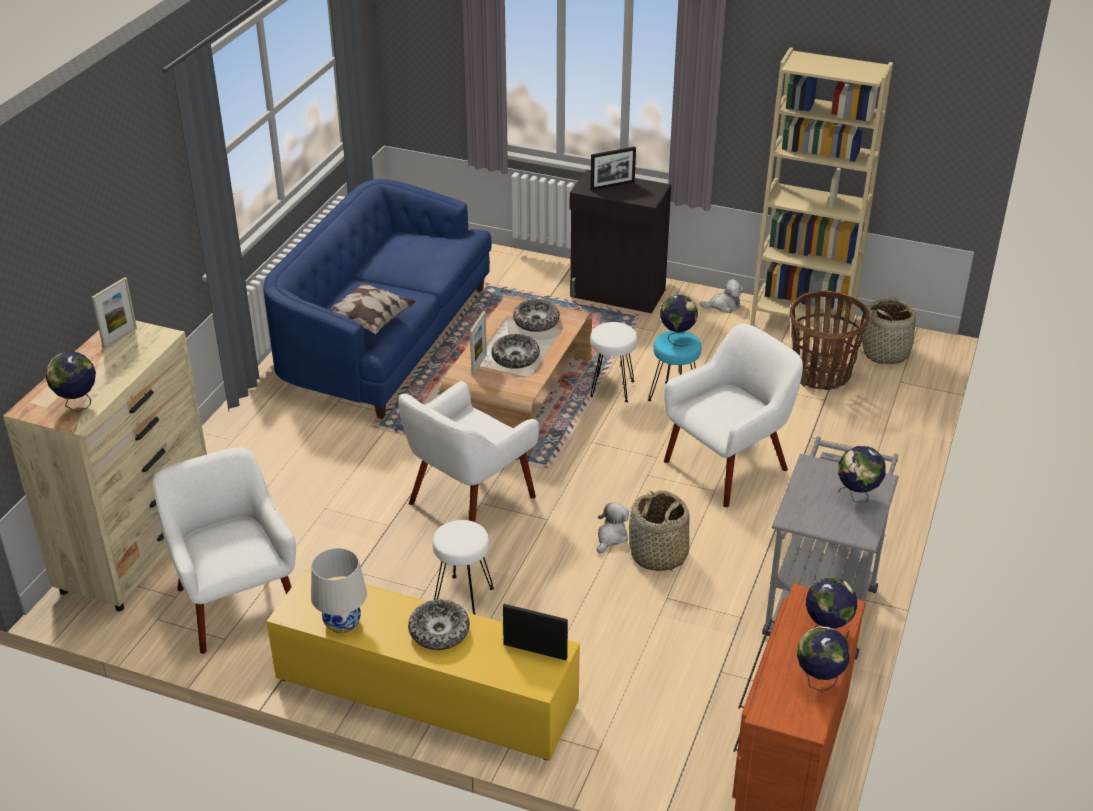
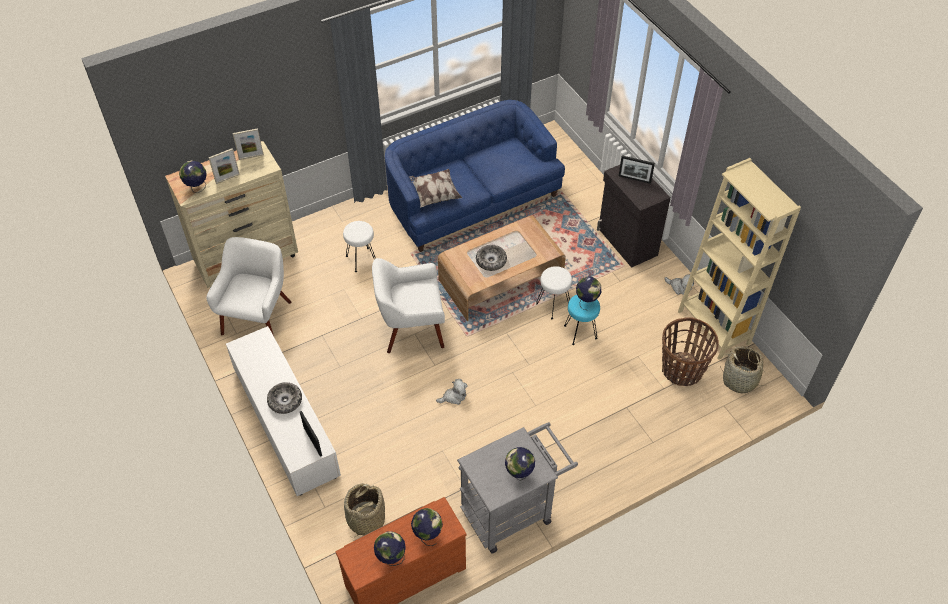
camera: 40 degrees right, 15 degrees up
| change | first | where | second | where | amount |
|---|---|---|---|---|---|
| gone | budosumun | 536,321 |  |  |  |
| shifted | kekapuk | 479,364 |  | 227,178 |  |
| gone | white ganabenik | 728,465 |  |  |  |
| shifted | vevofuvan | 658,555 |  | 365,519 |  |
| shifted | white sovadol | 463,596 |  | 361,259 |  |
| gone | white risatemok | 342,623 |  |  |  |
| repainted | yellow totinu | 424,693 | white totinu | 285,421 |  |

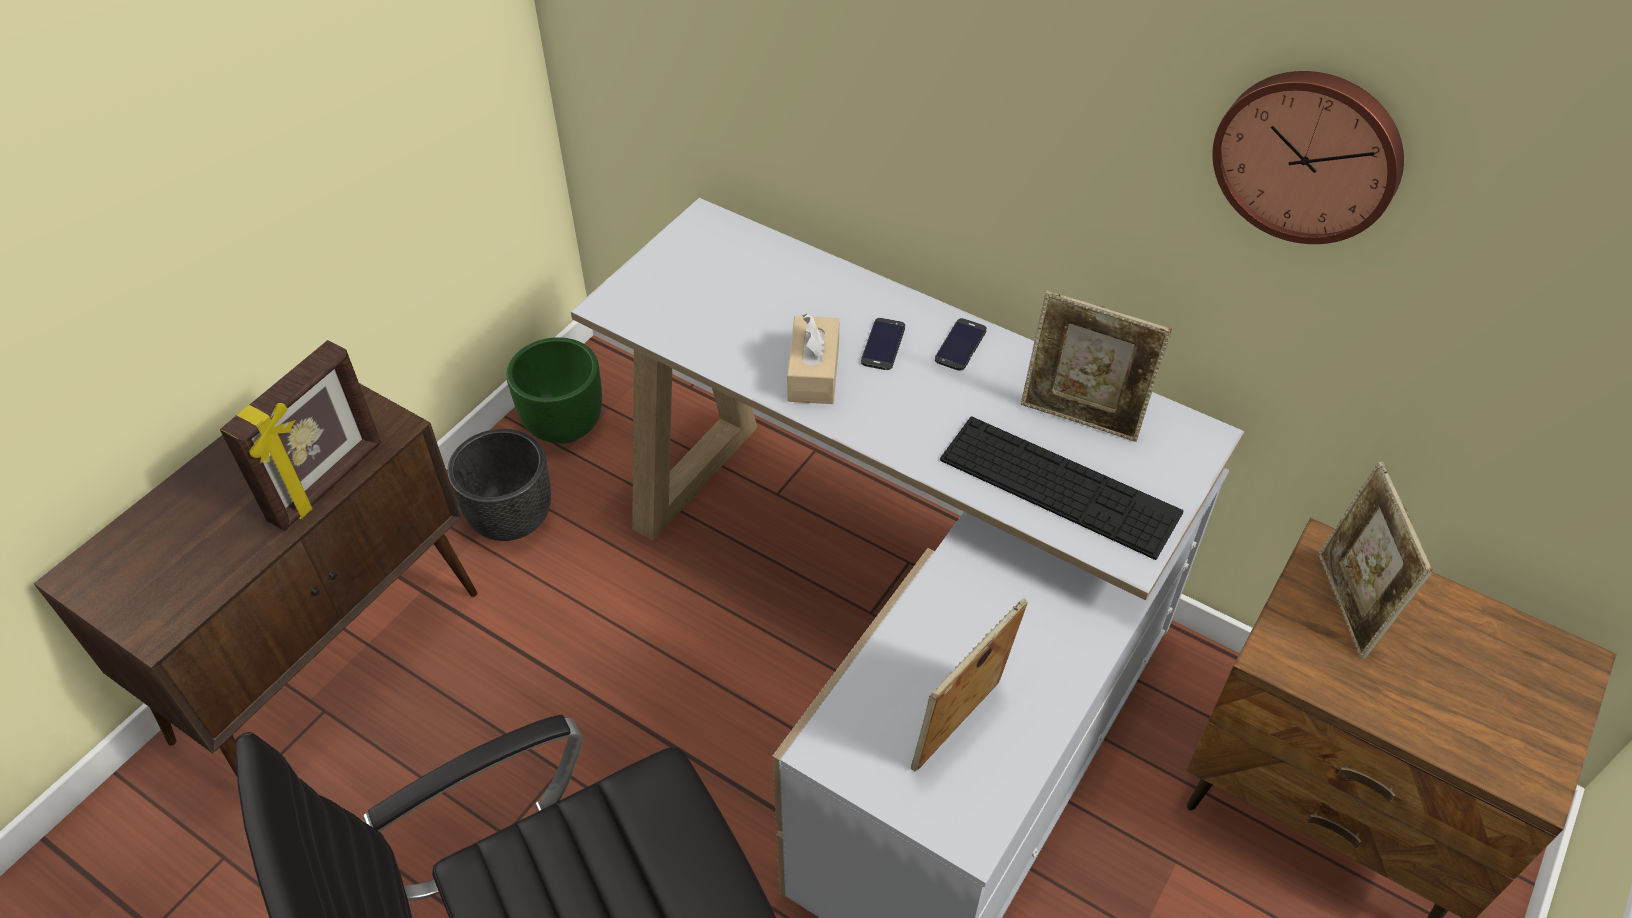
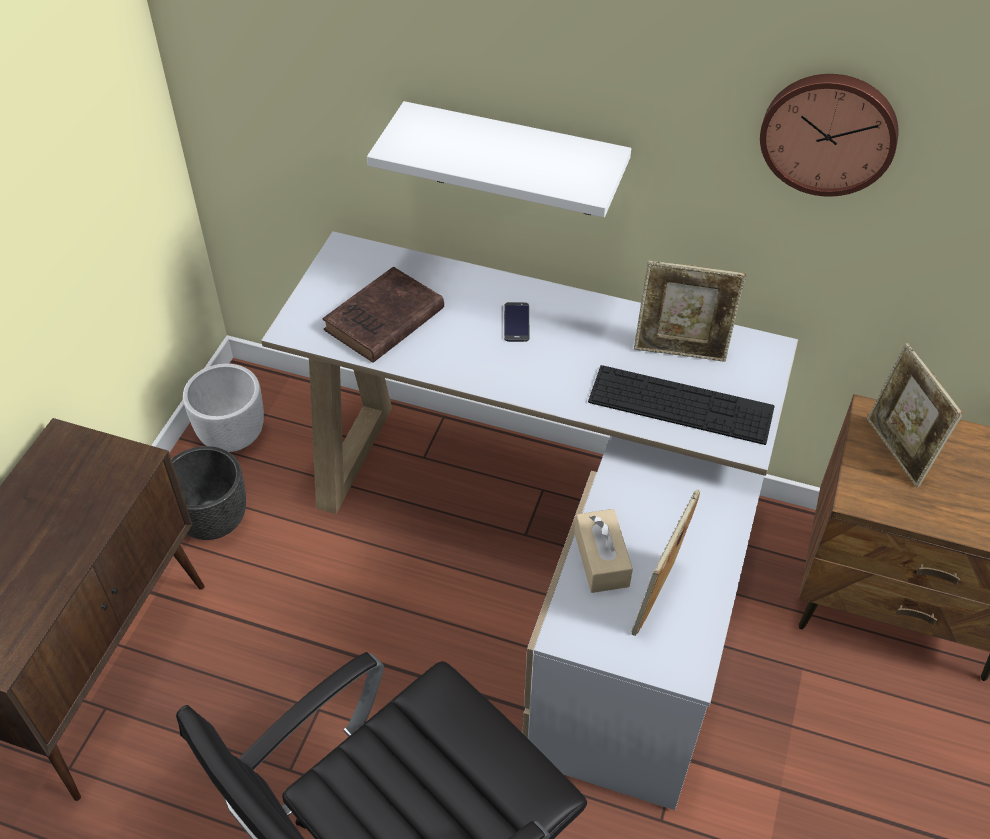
camera: 15 degrees left, 0 degrees up
| change | first | where | second | where | amount |
|---|---|---|---|---|---|
| shifted | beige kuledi | 813,372 |  | 601,559 |  |
| gone | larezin | 961,345 |  |  |  |
| repainted | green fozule | 565,426 | white fozule | 233,436 |  |
| gone | kekapuk | 328,483 |  |  |  |
| new |  |  | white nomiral | 514,161 |  |
| new |  |  | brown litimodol | 382,321 |  |

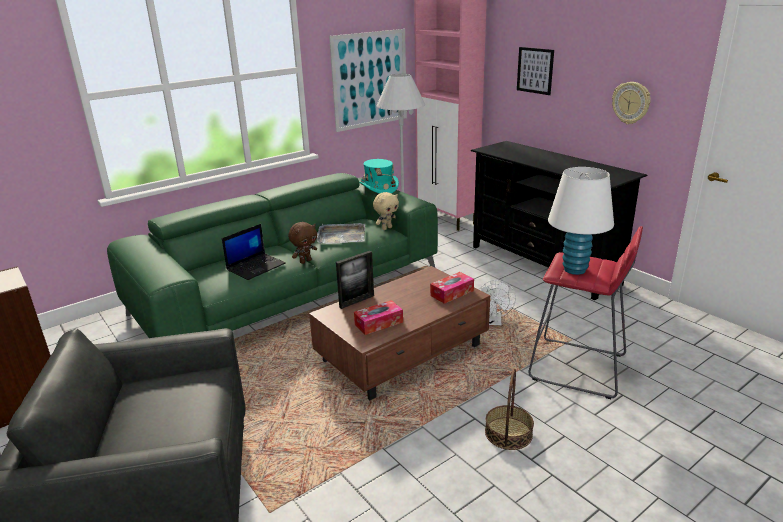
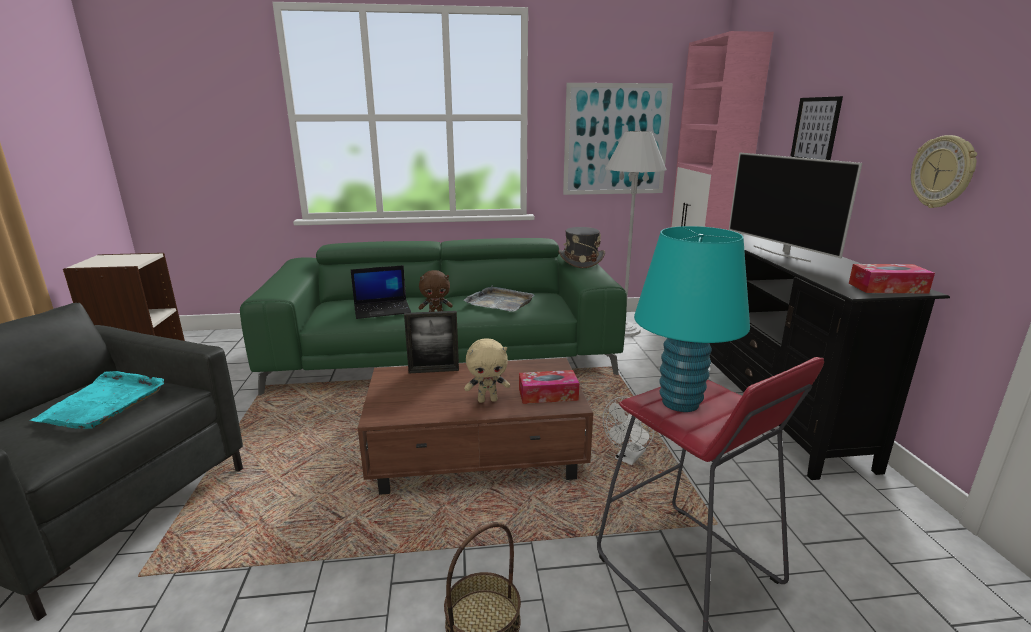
camera: 30 degrees right, 5 degrees down
| change | first | where | second | where | amount |
|---|---|---|---|---|---|
| repainted | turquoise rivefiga | 378,188 | grey rivefiga | 581,261 |  |
| repainted | white risatemok | 575,270 | turquoise risatemok | 680,403 |  |
| shifted | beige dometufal | 386,228 |  | 487,400 |  |
| shifted | kuledi | 378,323 |  | 887,288 |  |
| new |  |  | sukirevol | 781,253 |  |
| new |  |  | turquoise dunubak | 104,403 |  |

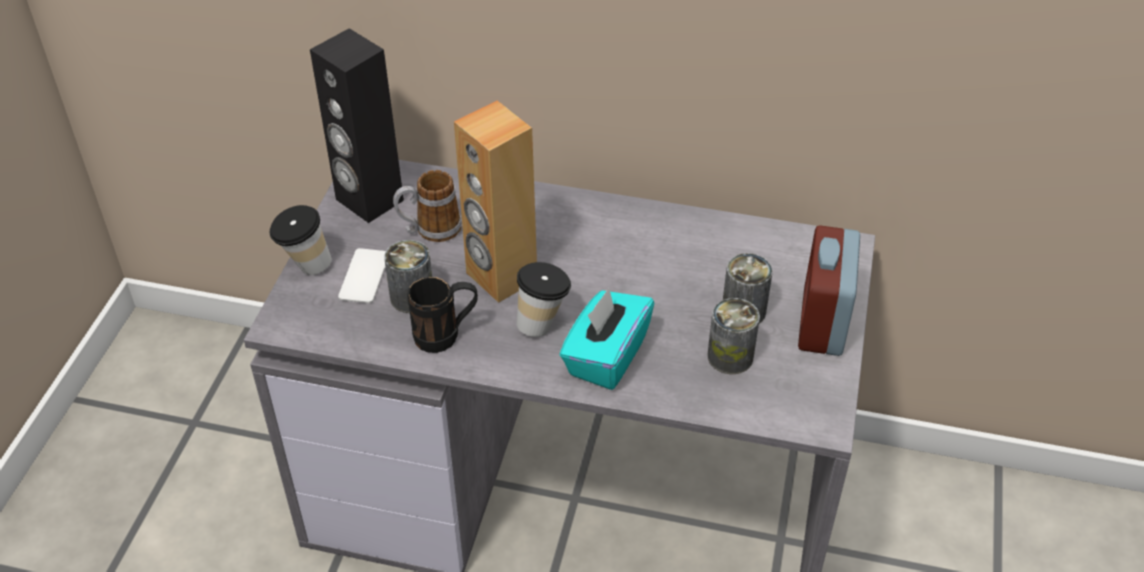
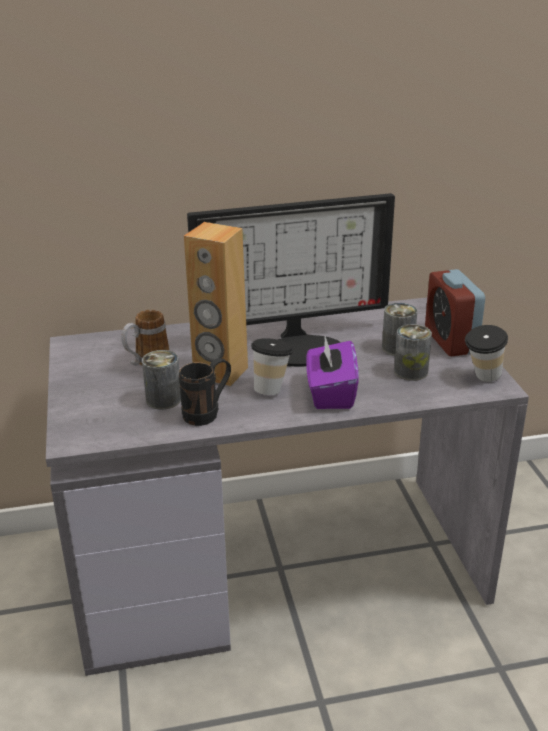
camera: 25 degrees left, 15 degrees down
| change | first | where | second | where | amount |
|---|---|---|---|---|---|
| gone | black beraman | 369,200 |  |  |  |
| shifted | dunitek | 305,267 |  | 482,378 |  |
| gone | larezin | 364,276 |  |  |  |
| repainted | turquoise kuledi | 606,357 | purple kuledi | 330,393 |  |
| new |  |  | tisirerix | 300,346 |  |

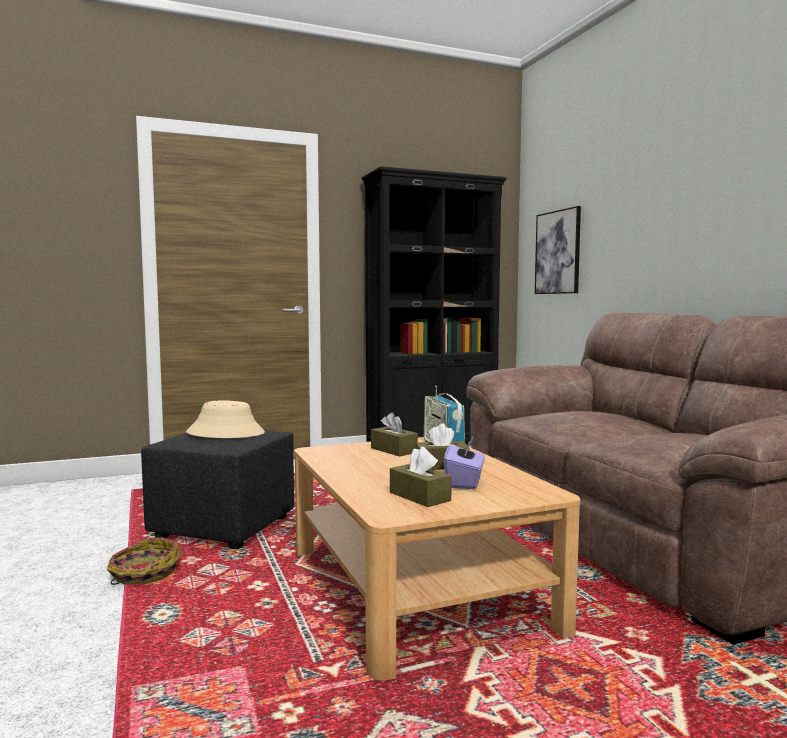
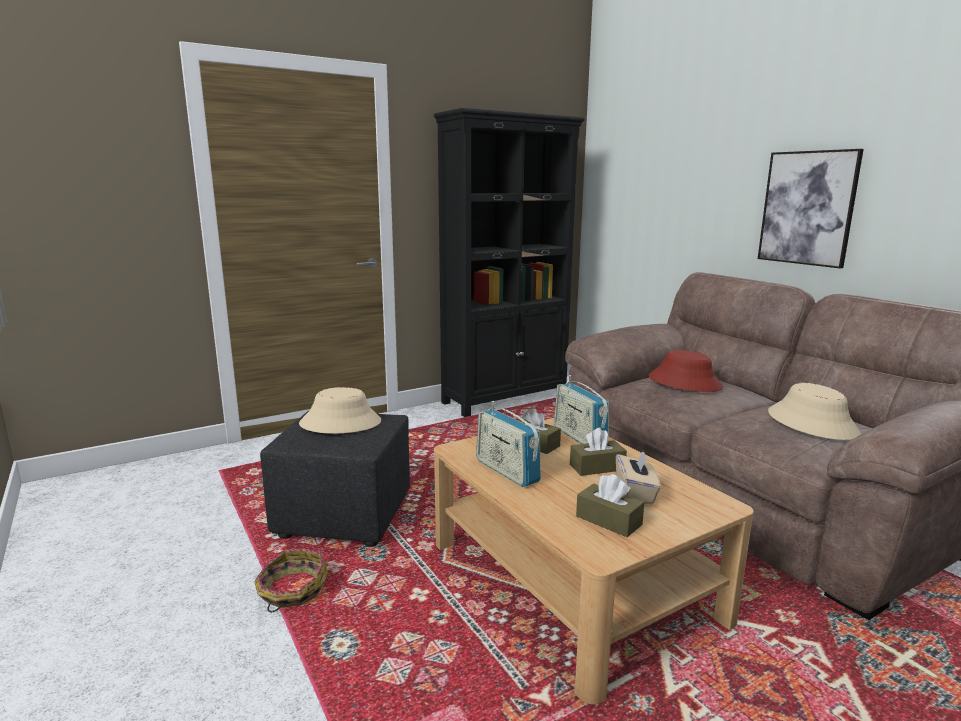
camera: 10 degrees left, 10 degrees up
| change | first | where | second | where | amount |
|---|---|---|---|---|---|
| shifted | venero | 558,252 |  | 807,208 |  |
| repainted | purple kuledi | 464,482 | beige kuledi | 635,493 |  |
| new |  |  | red rivefiga | 684,382 |  |
| new |  |  | beige rivefiga | 812,423 |  |
| new |  |  | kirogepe | 506,471 |  |

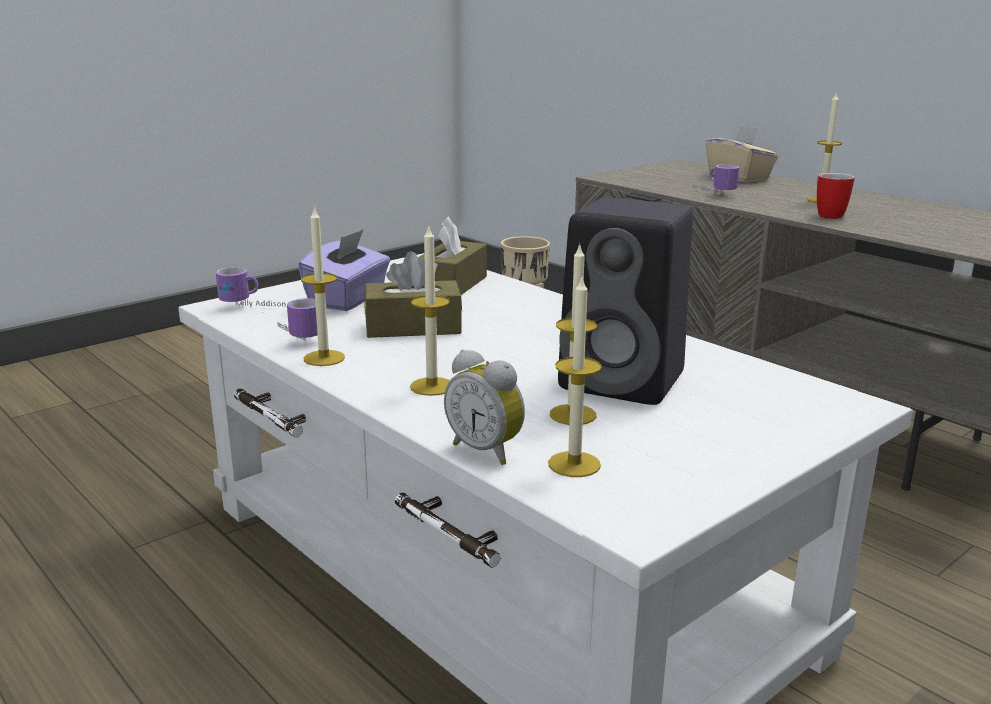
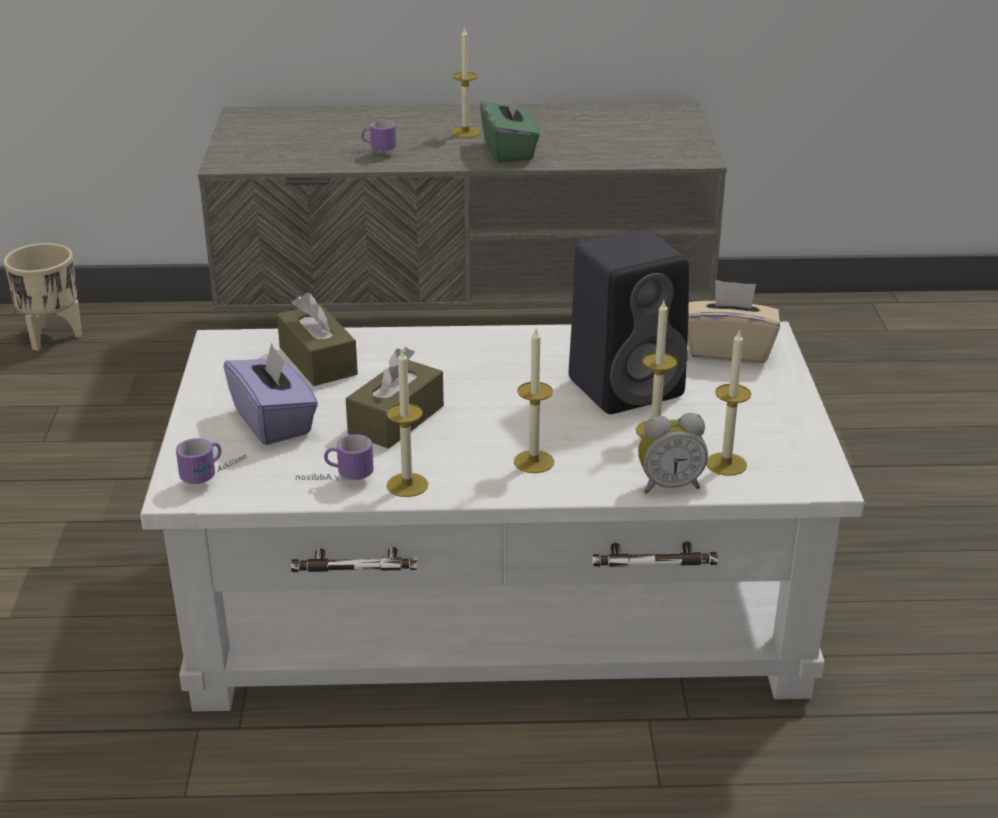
camera: 50 degrees left, 10 degrees up
| change | first | where | second | where | amount |
|---|---|---|---|---|---|
| shifted | beige kuledi | 739,177 |  | 728,350 |  |
| swapped | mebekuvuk | 833,215 | green kuledi | 509,151 |  |

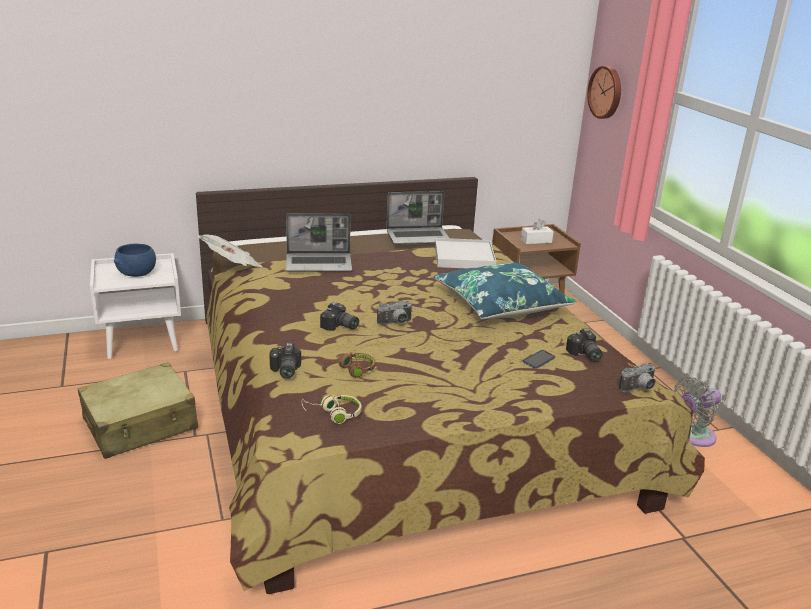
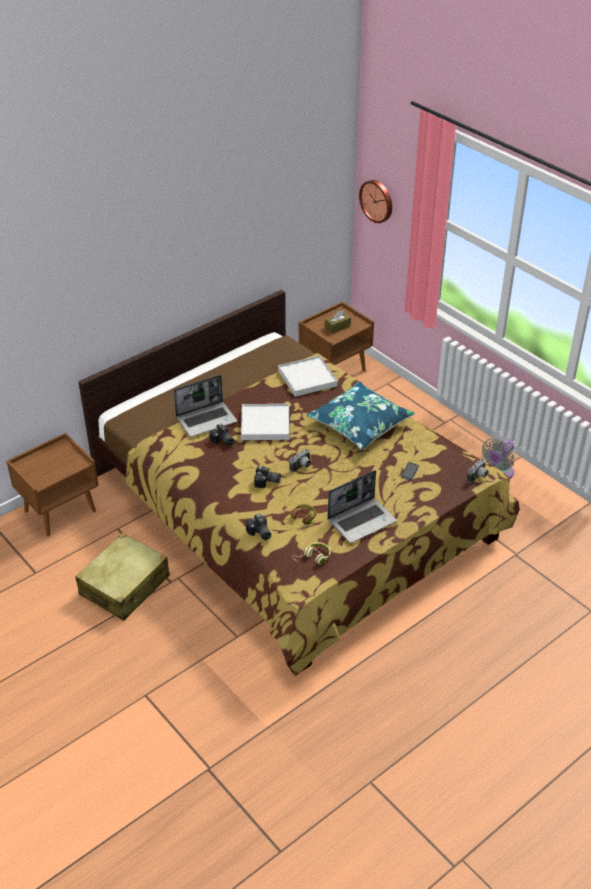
camera: 20 degrees left, 15 degrees up
| change | first | where | second | where | amount |
|---|---|---|---|---|---|
| shifted | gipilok | 419,237 |  | 362,520 |  |
| repainted | white kuledi | 536,241 | brown kuledi | 337,326 |  |
| gone | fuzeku | 232,266 |  |  |  |
| gone | blue budosumun | 136,273 |  |  |  |
| repainted | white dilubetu | 143,341 | brown dilubetu | 60,510 |  |
| shifted | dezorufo | 584,355 |  | 222,441 |  |
| new |  |  | white dunubak | 265,424 |  |

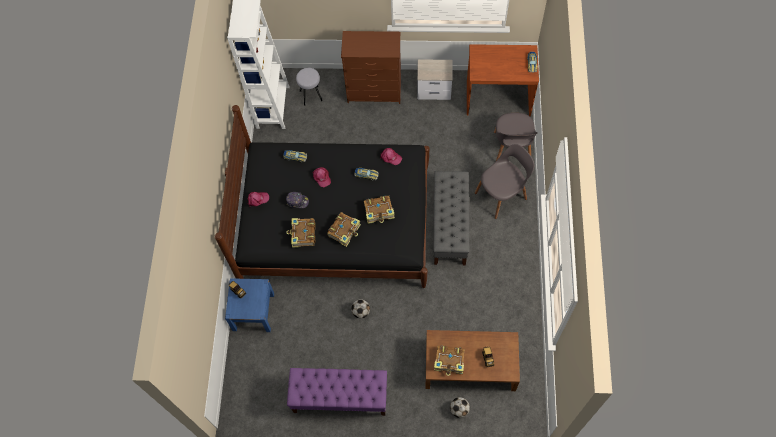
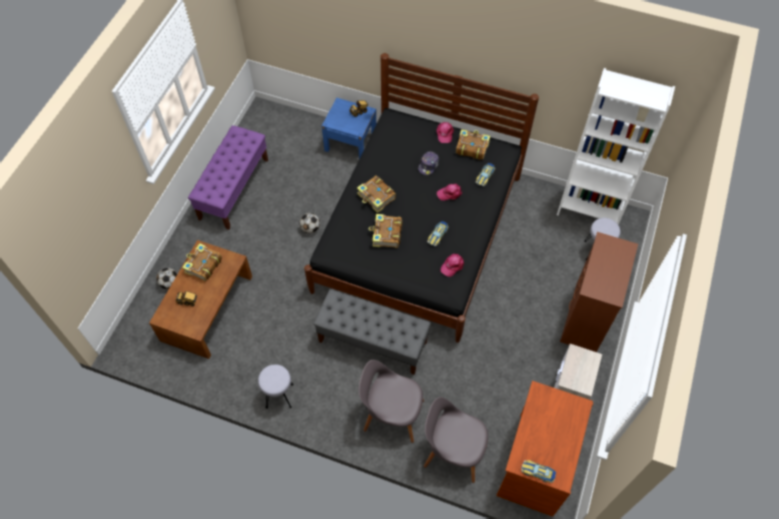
camera: 105 degrees right, 5 degrees down
| change | first | where | second | where | amount |
|---|---|---|---|---|---|
| rotated | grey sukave | 502,195 |  | 391,414 | 120 degrees clockwise |
| shifted | litimodol | 303,235 |  | 471,147 |  |
| new |  |  | grey sovadol | 279,395 |  |

